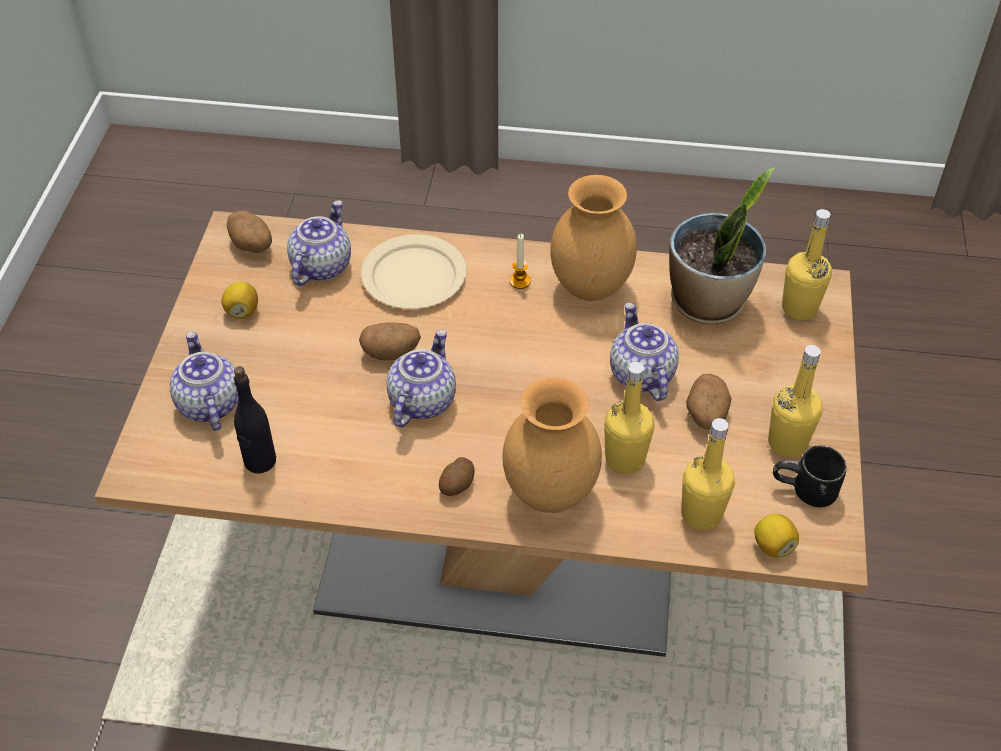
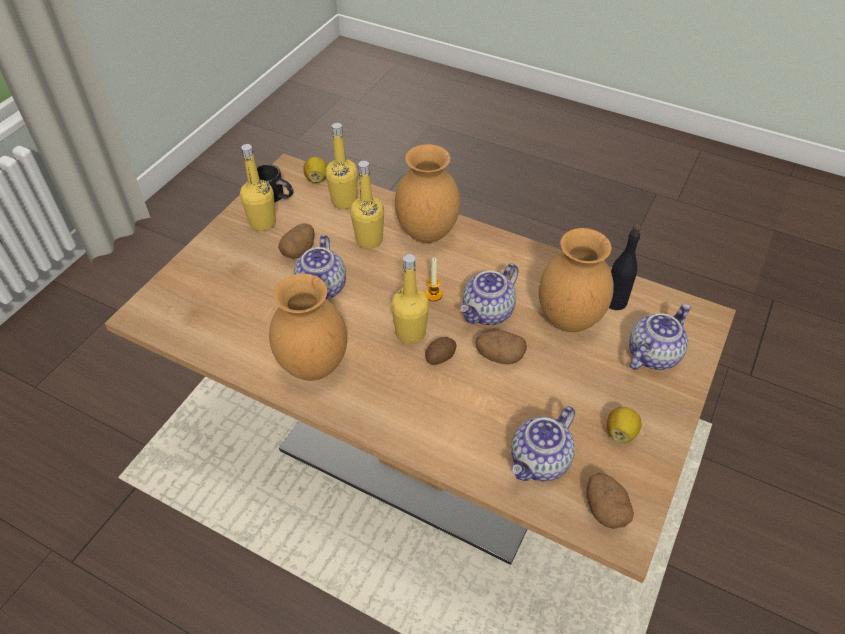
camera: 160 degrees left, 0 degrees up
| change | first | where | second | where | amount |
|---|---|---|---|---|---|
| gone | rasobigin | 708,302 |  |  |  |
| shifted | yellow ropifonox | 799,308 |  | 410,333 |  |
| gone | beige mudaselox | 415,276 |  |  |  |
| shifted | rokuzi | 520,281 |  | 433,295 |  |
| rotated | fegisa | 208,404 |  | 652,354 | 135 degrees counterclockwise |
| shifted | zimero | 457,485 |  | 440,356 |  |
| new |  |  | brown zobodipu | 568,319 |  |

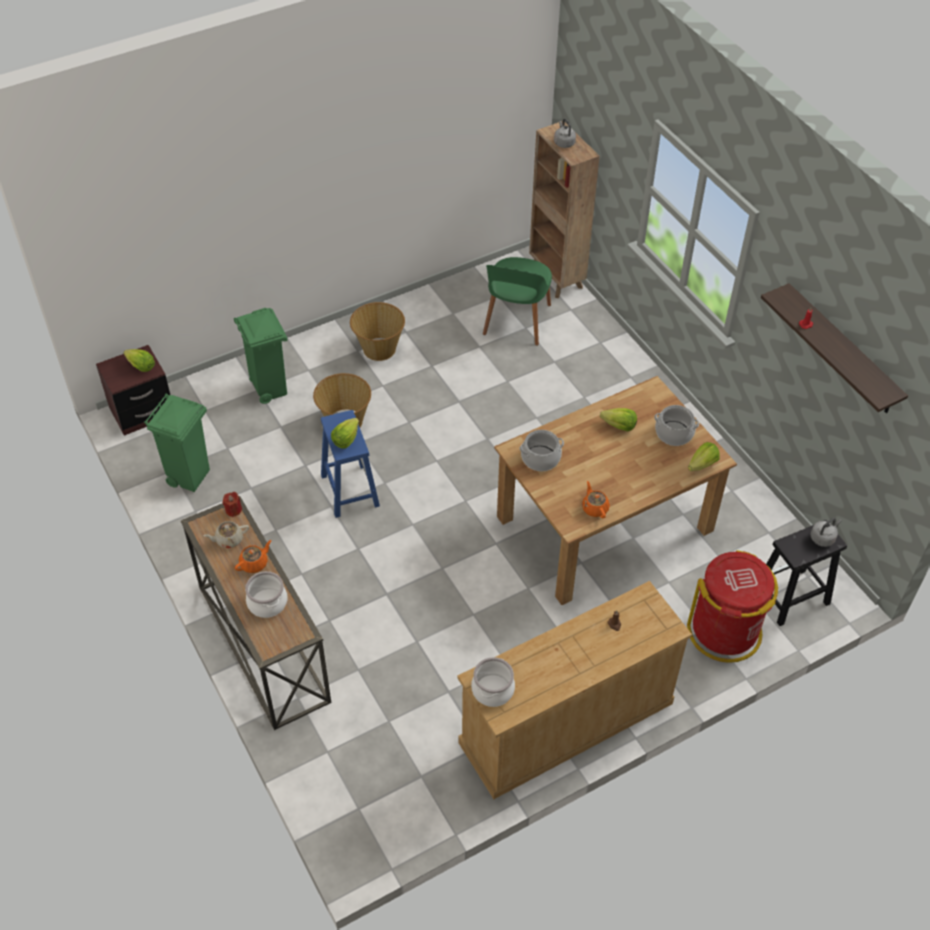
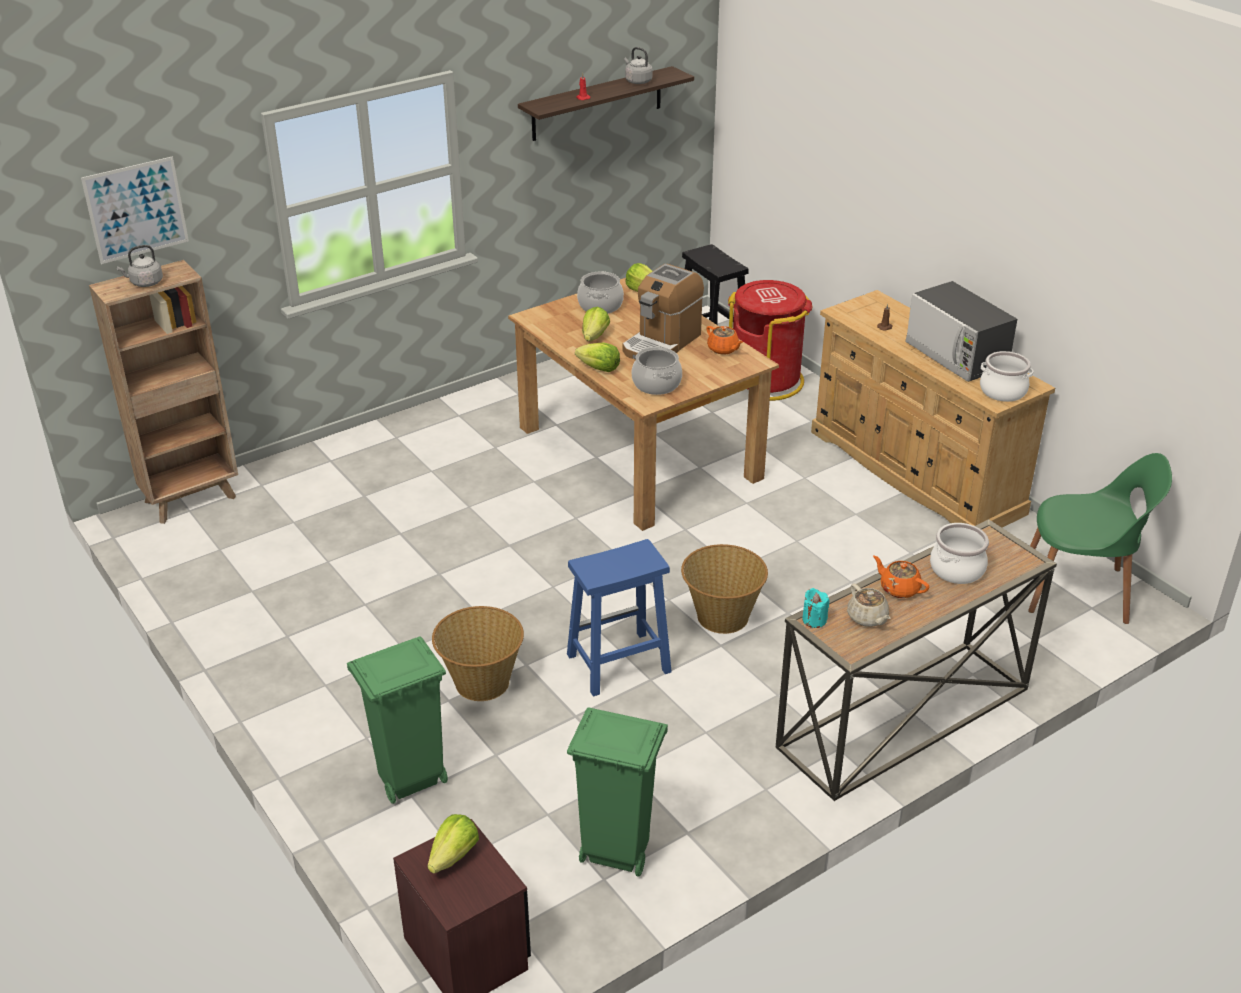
camera: 95 degrees left, 15 degrees down
| change | first | where | second | where | amount |
|---|---|---|---|---|---|
| shifted | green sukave | 516,321 |  | 1079,591 |  |
| shifted | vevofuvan | 379,348 |  | 722,617 |  |
| shifted | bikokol | 346,439 |  | 599,368 |  |
| rotated | orange fegisa | 595,508 |  | 723,349 | 105 degrees counterclockwise |
| repainted | red rokuzi | 233,510 | turquoise rokuzi | 814,620 |  |
| shifted | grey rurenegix | 823,538 |  | 637,81 |  |
| new |  |  | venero | 136,210 |  |
| new |  |  | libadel | 661,343 |  |
| new |  |  | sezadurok | 956,356 |  |

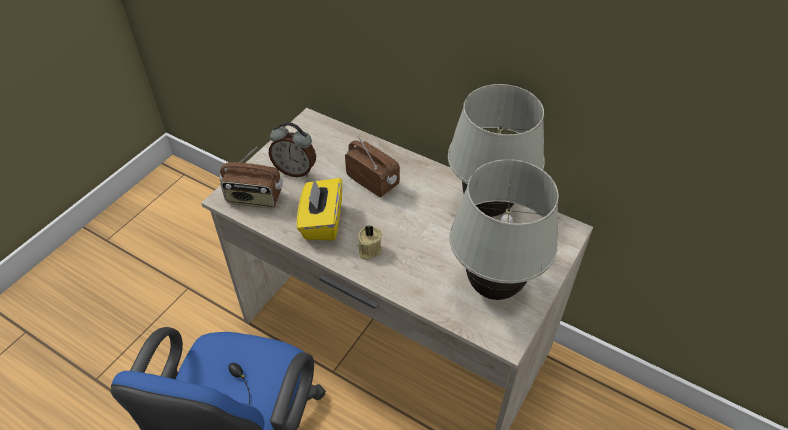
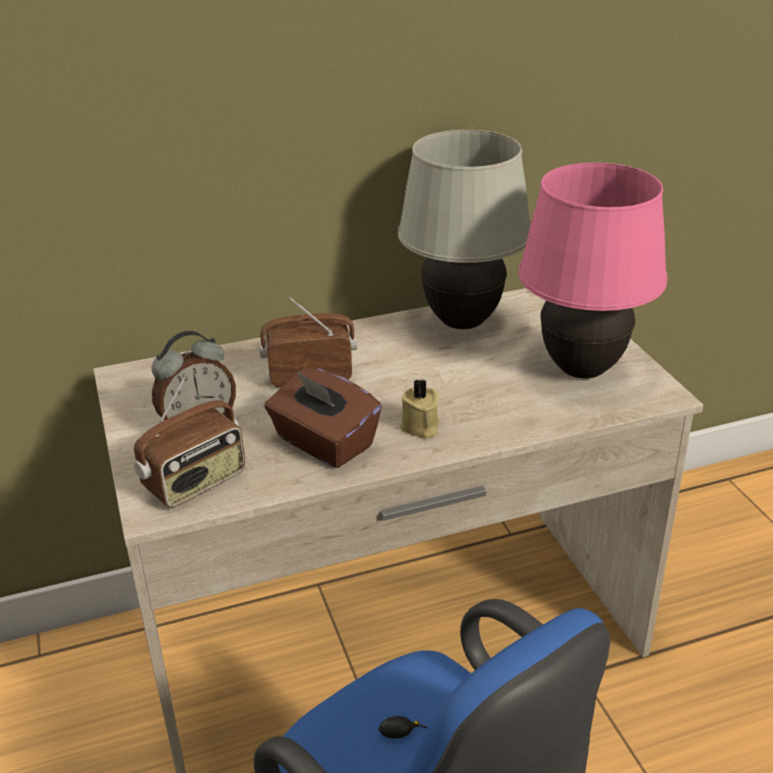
camera: 50 degrees left, 15 degrees down
| change | first | where | second | where | amount |
|---|---|---|---|---|---|
| repainted | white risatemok | 493,287 | pink risatemok | 581,370 |  |
| repainted | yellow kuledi | 322,222 | brown kuledi | 324,443 |  |

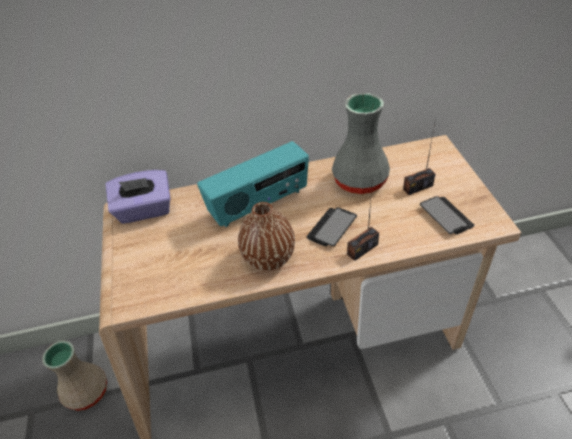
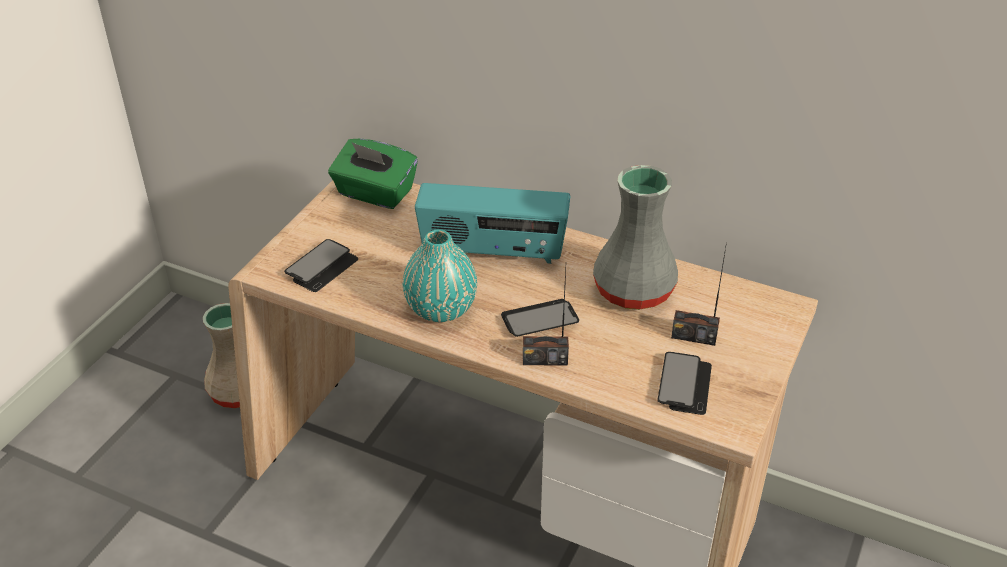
camera: 35 degrees right, 5 degrees down
| change | first | where | second | where | amount |
|---|---|---|---|---|---|
| repainted | purple kuledi | 145,210 | green kuledi | 374,193 |  |
| repainted | brown zobodipu | 268,257 | turquoise zobodipu | 441,309 |  |
| new |  |  | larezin | 322,267 |  |

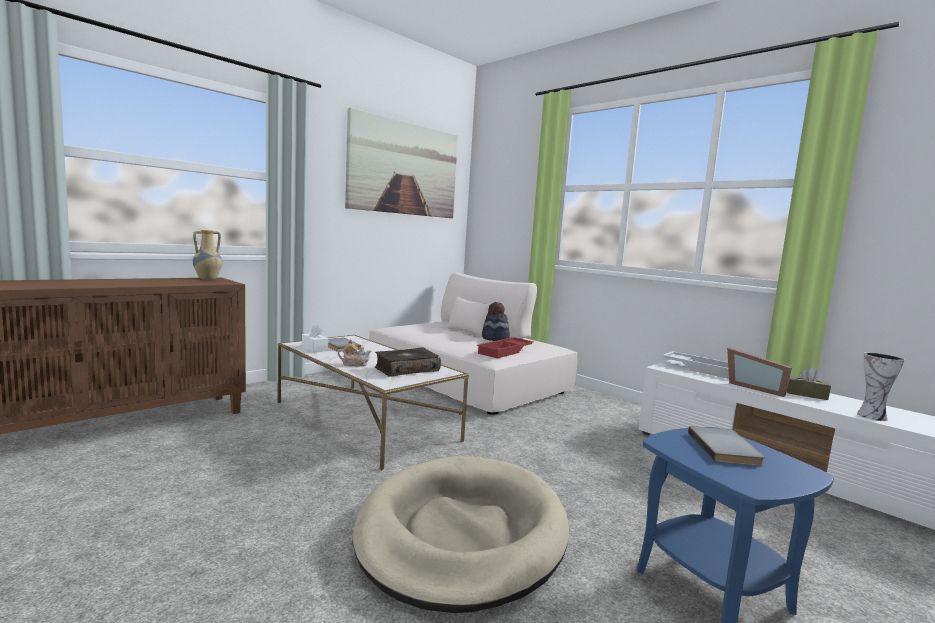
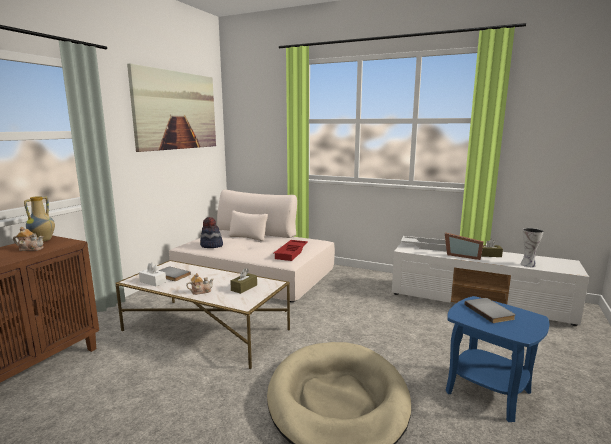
camera: 20 degrees left, 5 degrees up
| change | first | where | second | where | amount |
|---|---|---|---|---|---|
| shifted | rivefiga | 495,339 |  | 211,245 |  |
| swapped | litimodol | 406,369 | brown kuledi | 244,288 |  |
| new |  |  | fegisa | 31,249 |  |

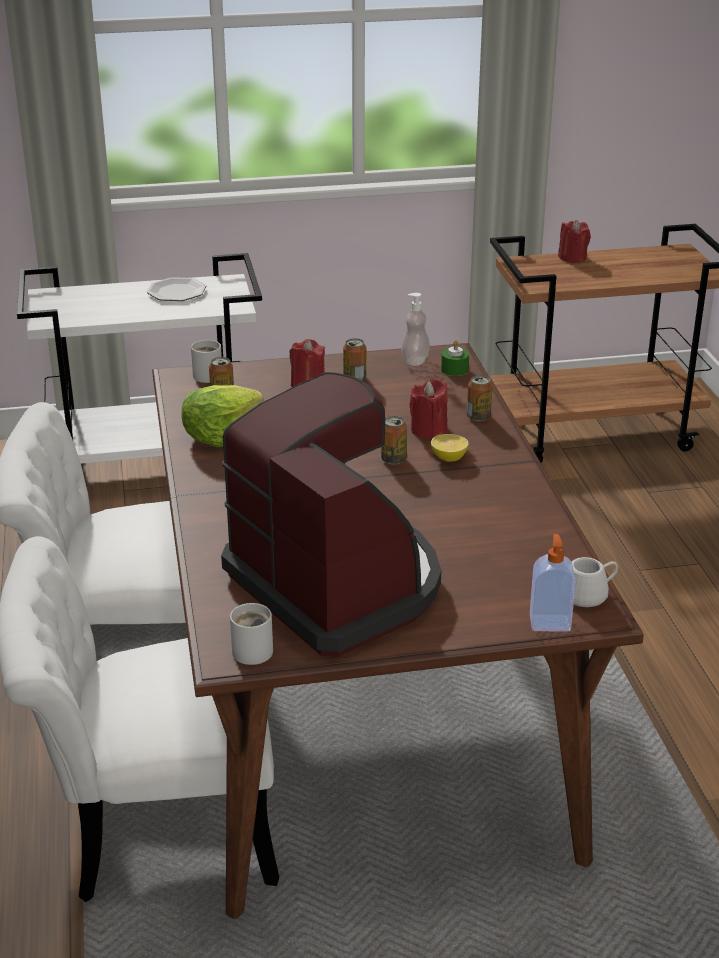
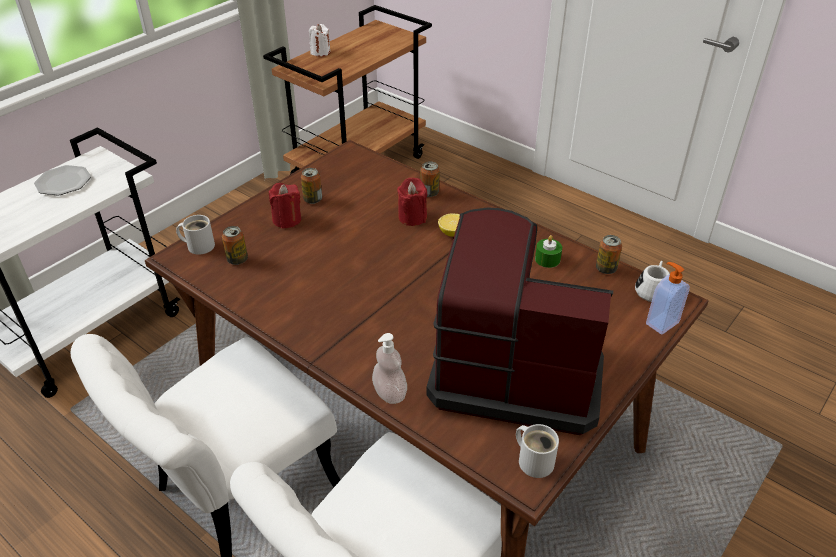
camera: 40 degrees left, 10 degrees up
| change | first | where | second | where | amount |
|---|---|---|---|---|---|
| repainted | red rokuzi | 572,257 | white rokuzi | 320,52 |  |
| shifted | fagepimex | 415,361 |  | 390,393 |  |
| shifted | green rokuzi | 454,369 |  | 547,259 |  |
| gone | bikokol | 221,434 |  |  |  |
| shifted | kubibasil | 393,460 |  | 606,269 |  |

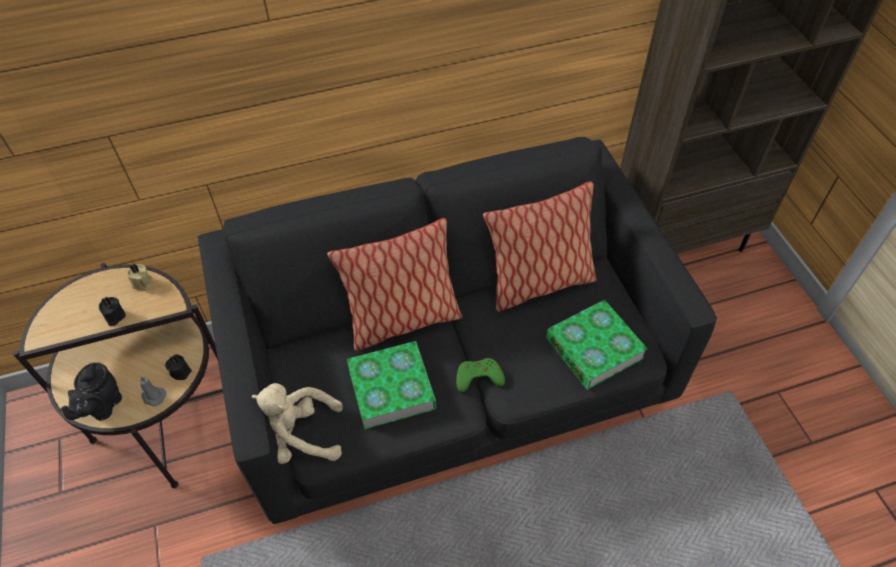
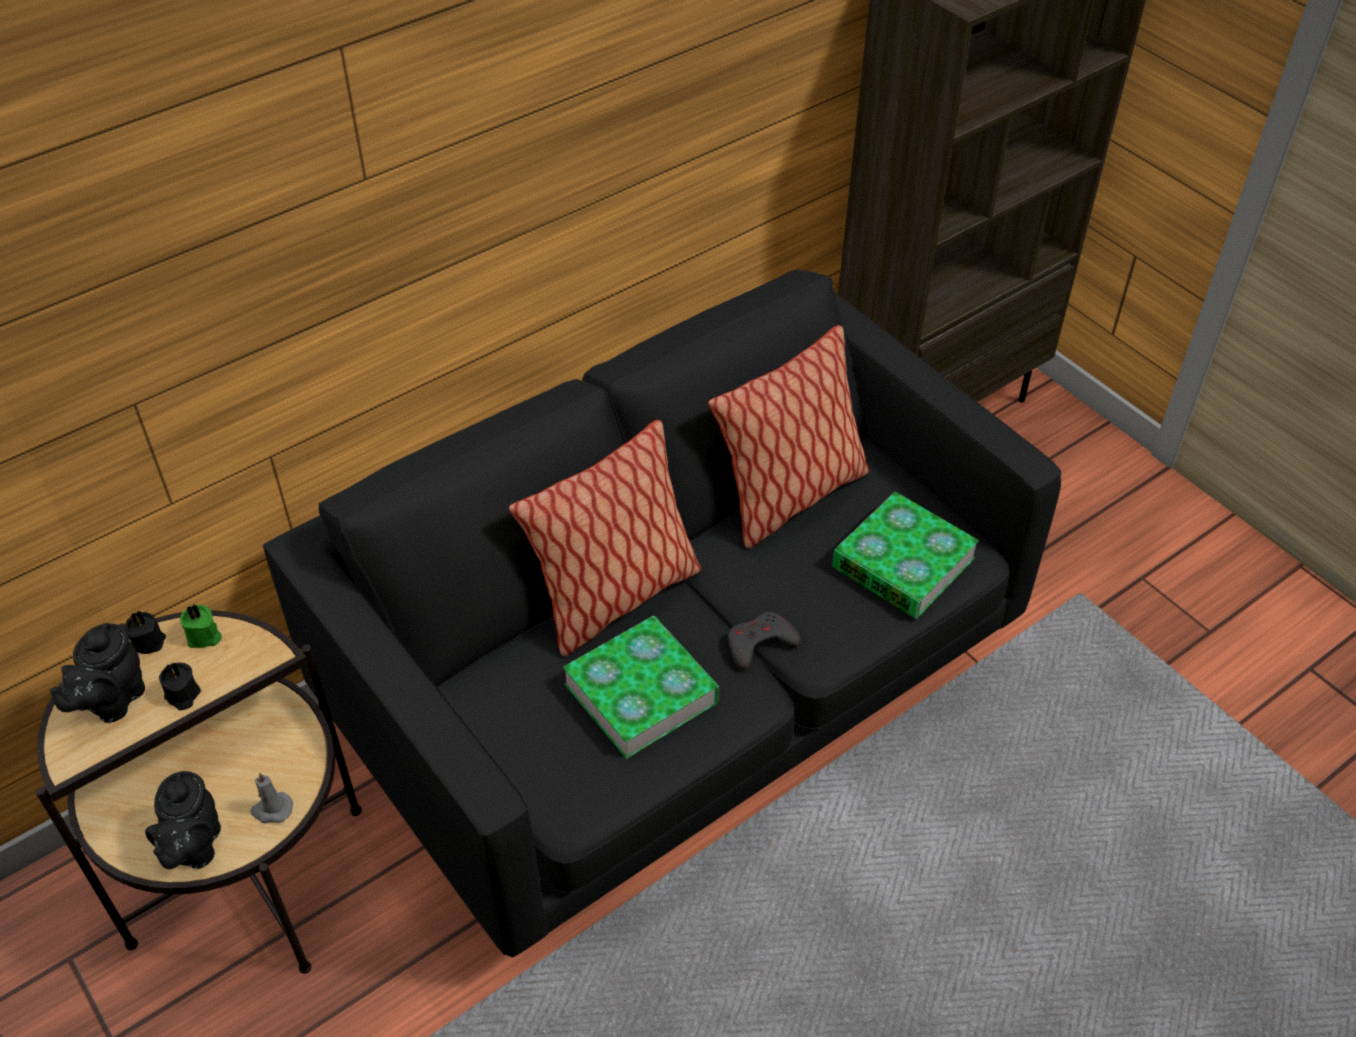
camera: 20 degrees left, 5 degrees down
| change | first | where | second | where | amount |
|---|---|---|---|---|---|
| repainted | beige rokuzi | 142,283 | green rokuzi | 204,637 |  |
| shifted | black rokuzi | 181,371 |  | 147,640 |  |
| repainted | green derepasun | 478,377 | grey derepasun | 760,644 |  |
| gone | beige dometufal | 300,436 |  |  |  |
| new |  |  | black fegisa | 112,701 |  |

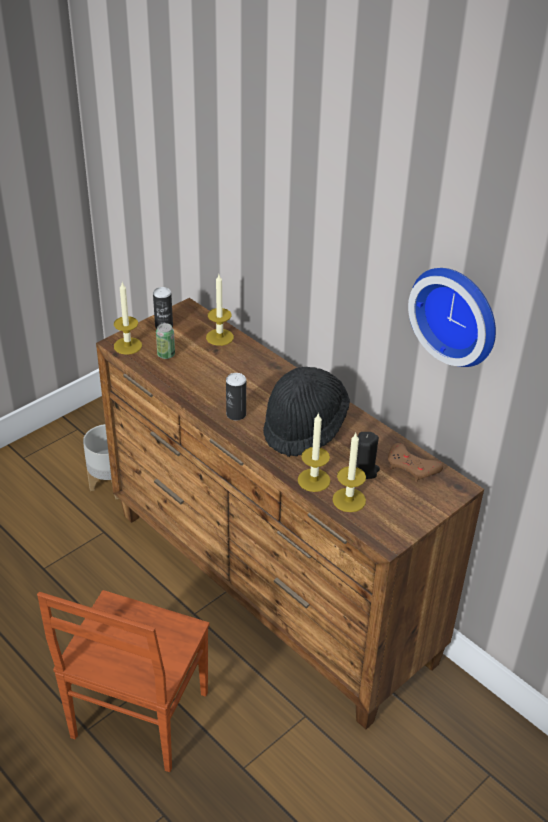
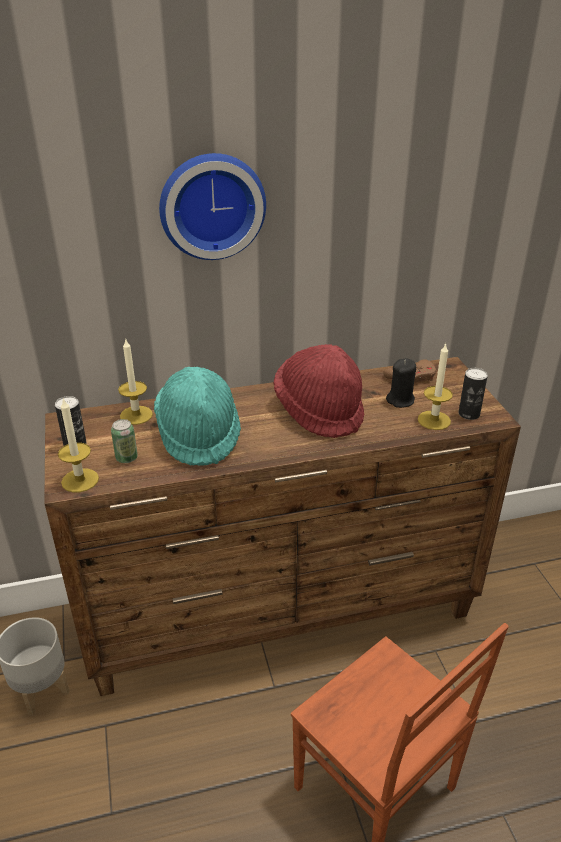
camera: 60 degrees left, 5 degrees down
| change | first | where | second | where | amount |
|---|---|---|---|---|---|
| shifted | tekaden | 457,314 |  | 211,205 |  |
| repainted | black rivefiga | 304,427 | red rivefiga | 319,411 |  |
| shifted | kubibasil | 236,414 |  | 469,414 |  |
| gone | rokuzi | 314,480 |  |  |  |
| new |  |  | turquoise rivefiga | 199,435 |  |

